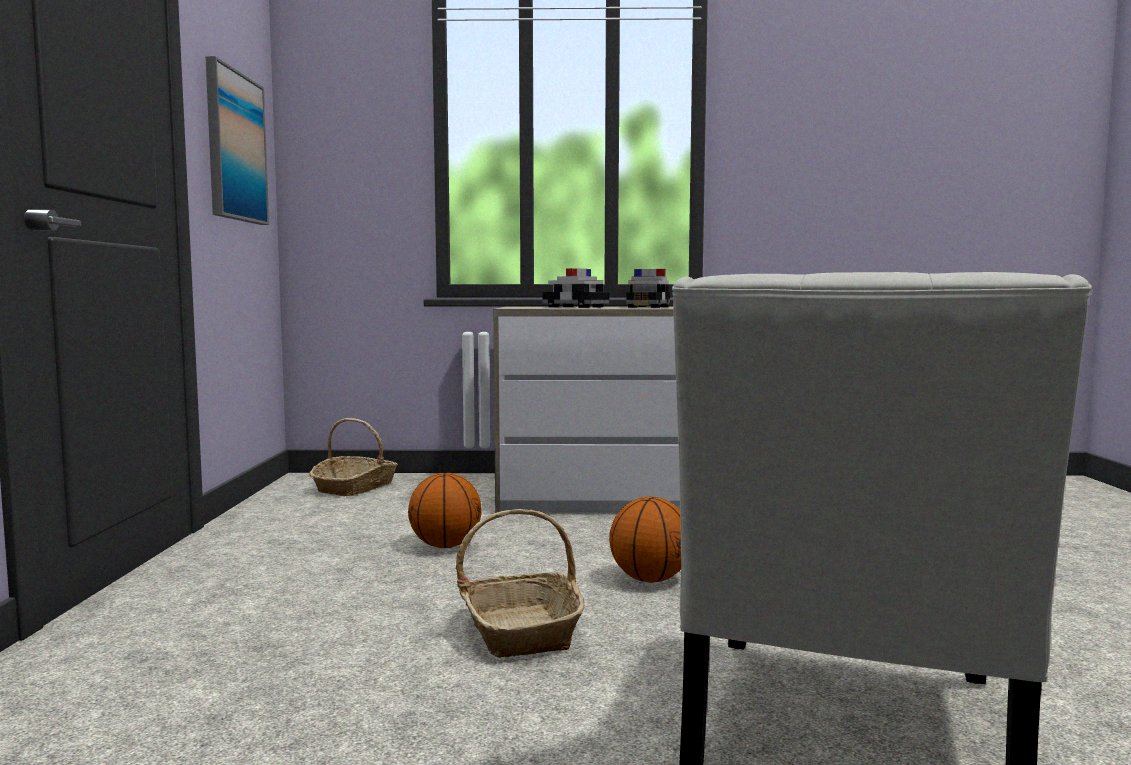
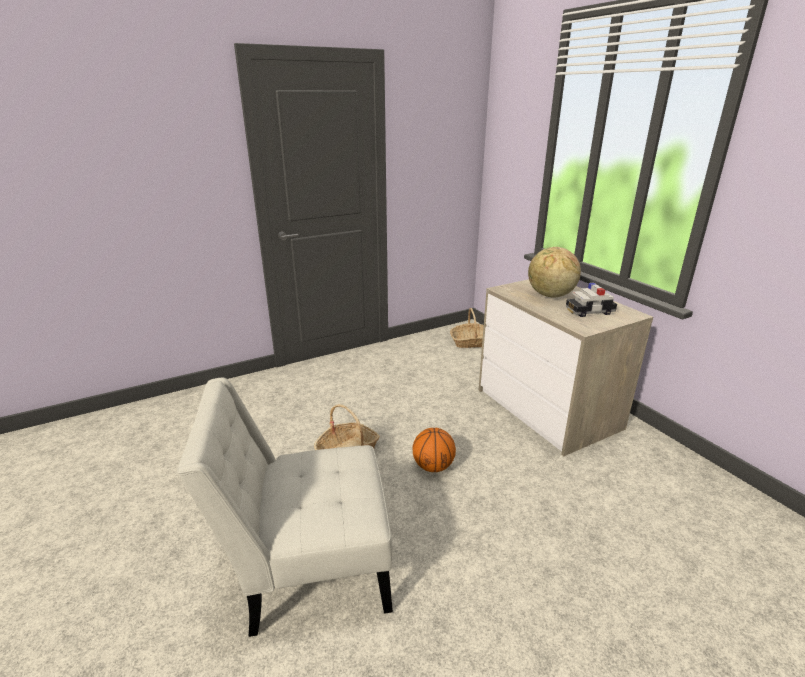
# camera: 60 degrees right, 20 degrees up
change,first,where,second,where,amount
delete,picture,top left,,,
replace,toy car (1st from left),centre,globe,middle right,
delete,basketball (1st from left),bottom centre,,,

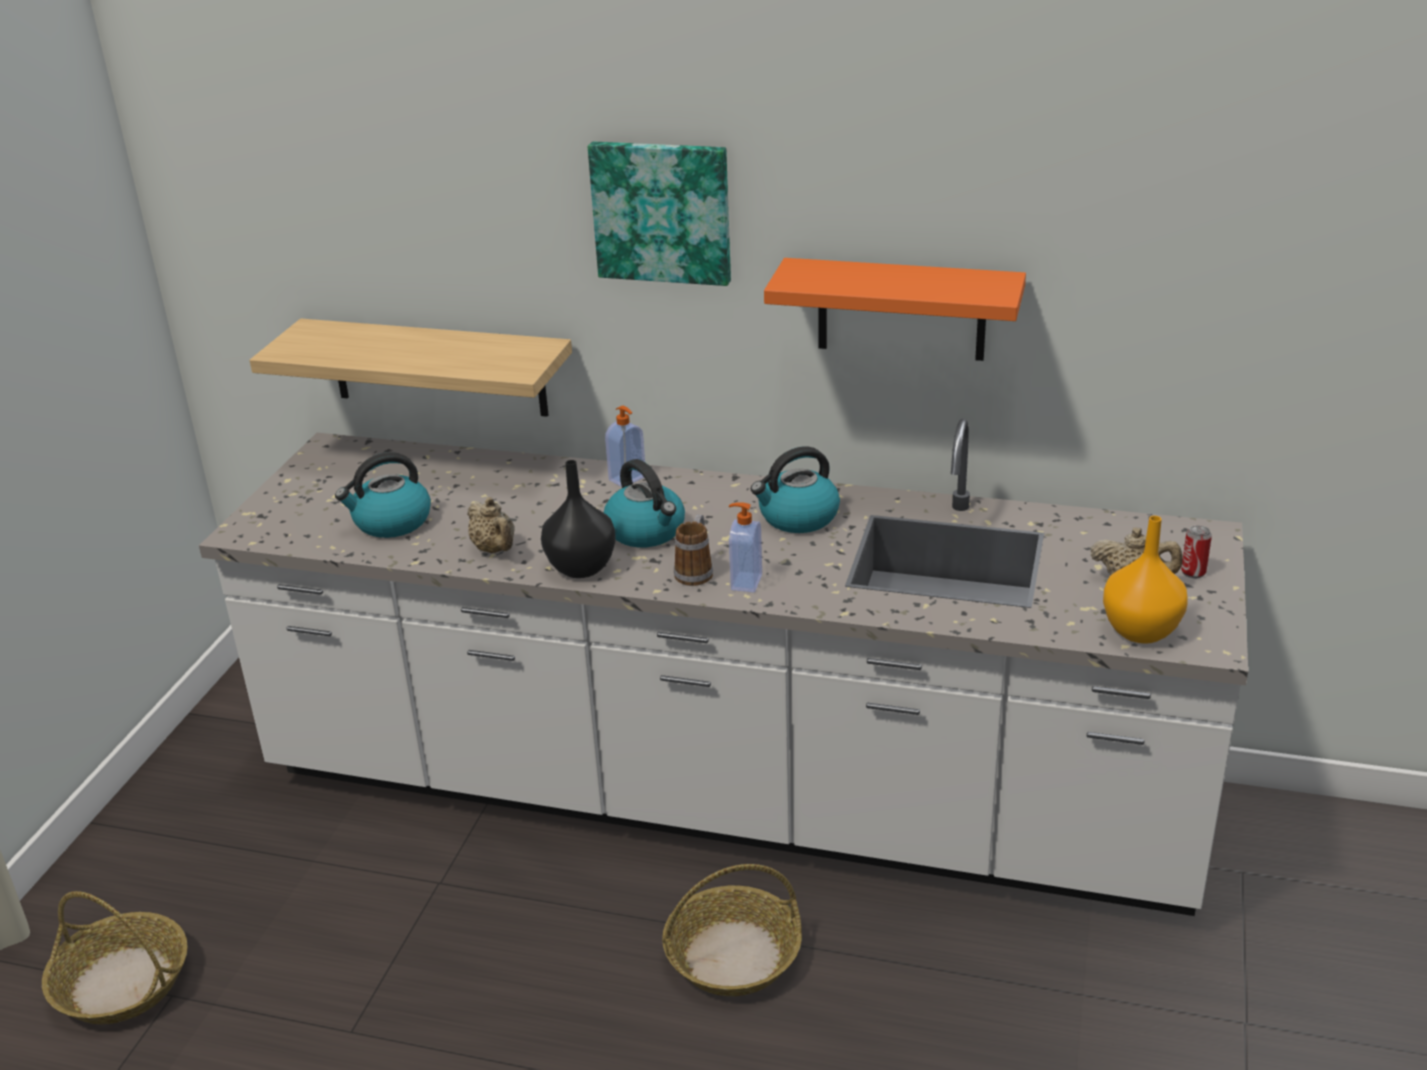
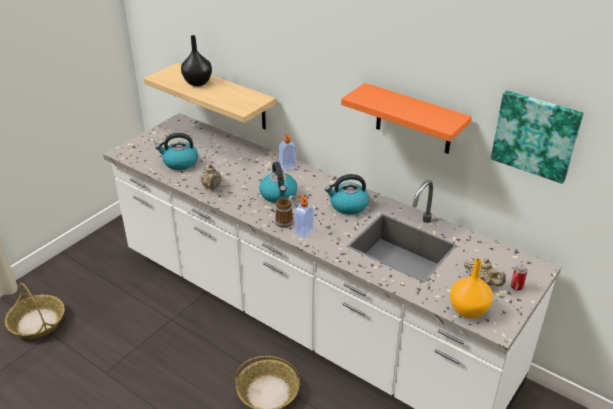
# camera: 20 degrees right, 5 degrees up
change,first,where,second,where,amount
move,picture,top centre,,middle right,
move,black vase,centre,,top left,

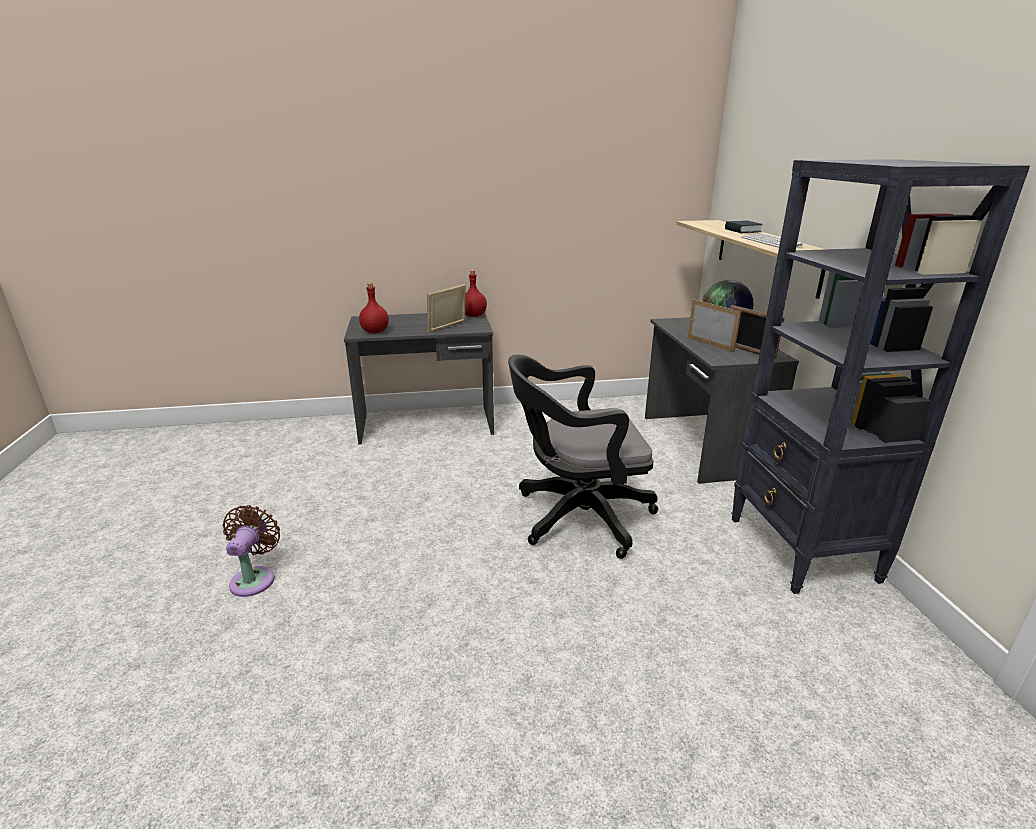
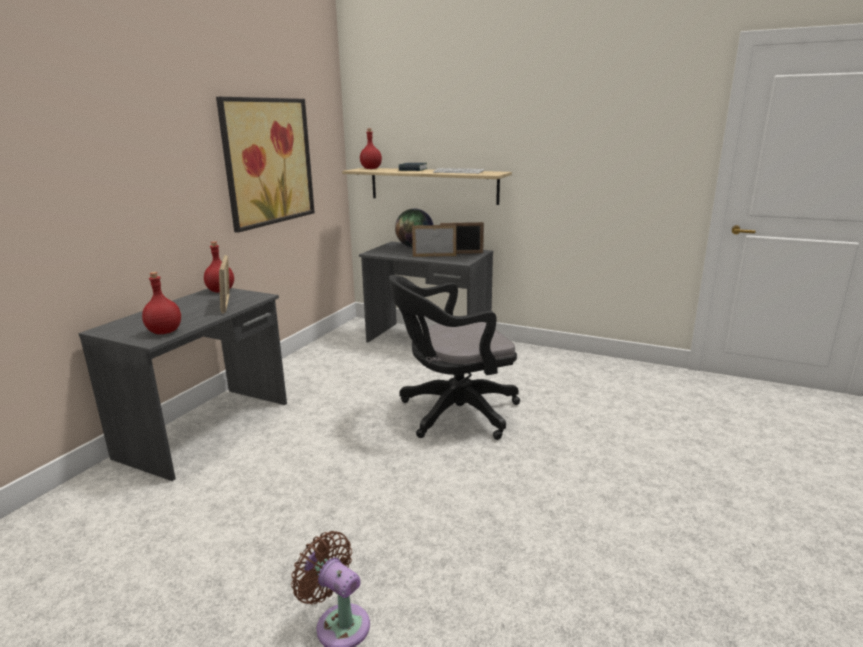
# camera: 55 degrees left, 5 degrees down
change,first,where,second,where,amount
delete,black bookcase,middle right,,,
rotate,black office chair,centre,,centre,45 degrees clockwise
insert,,,picture,top left,
insert,,,red bottle (3rd from left),top centre,

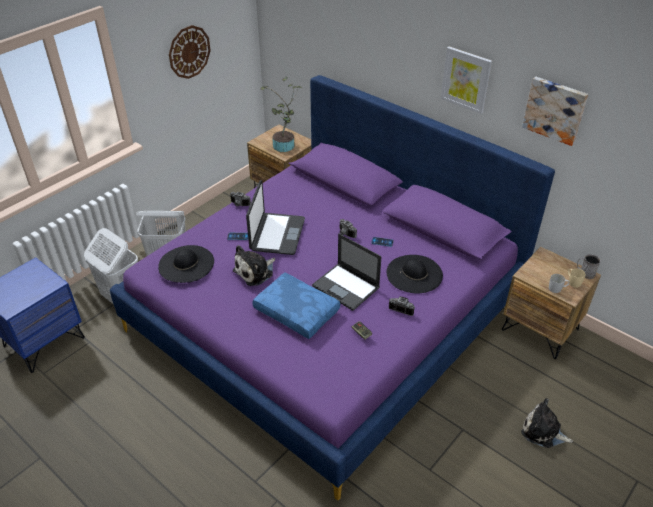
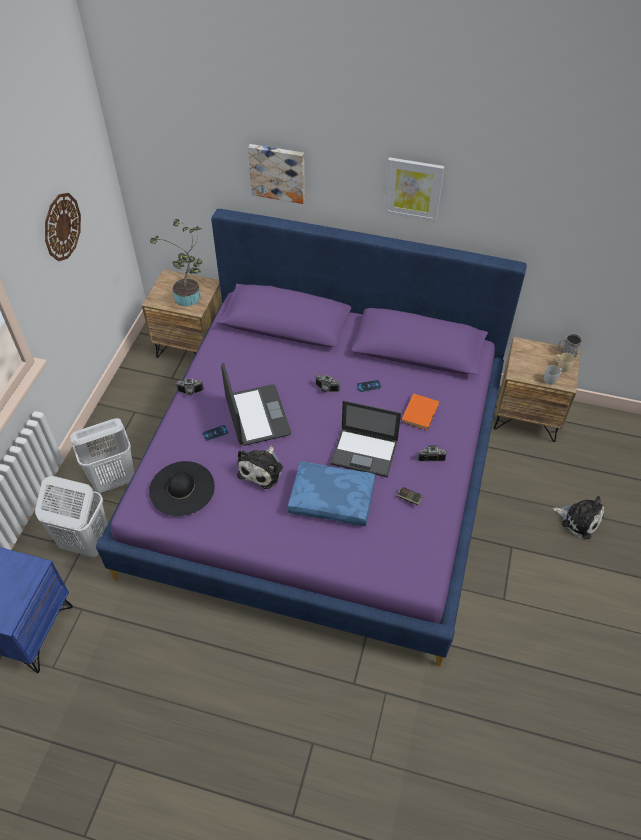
# camera: 25 degrees left, 10 degrees up
change,first,where,second,where,amount
move,picture (2nd from left in the first image),top right,picture (1st from left),top centre,
replace,black hat (2nd from left),centre,orange book,centre,
rotate,plush toy (2nd from left),bottom right,,middle right,150 degrees counterclockwise

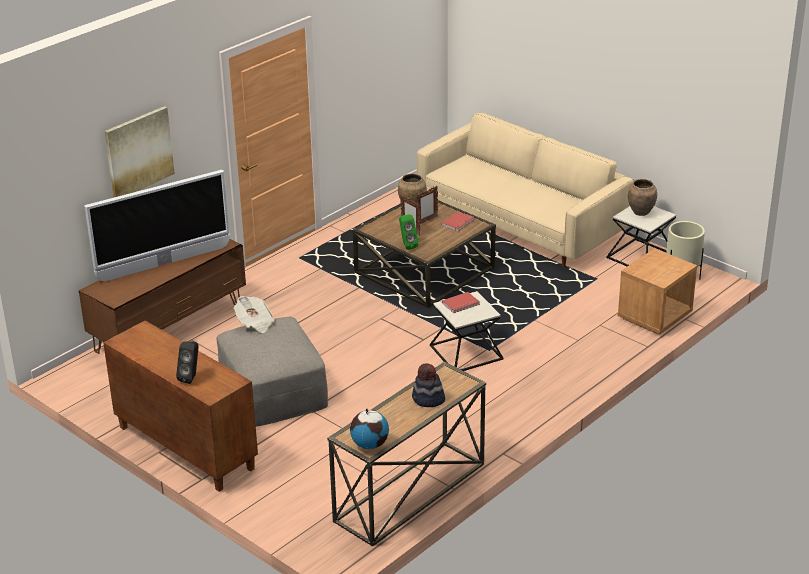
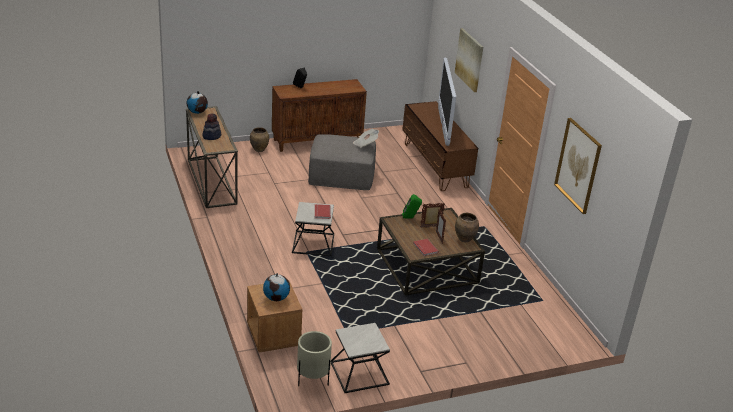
# camera: 115 degrees right, 0 degrees up
change,first,where,second,where,amount
delete,beige sofa,top centre,,,
move,brown vase (2nd from left in the first image),middle right,brown vase (1st from left),centre,
insert,,,picture (2nd from left),middle right,
insert,,,globe (2nd from left),bottom centre,

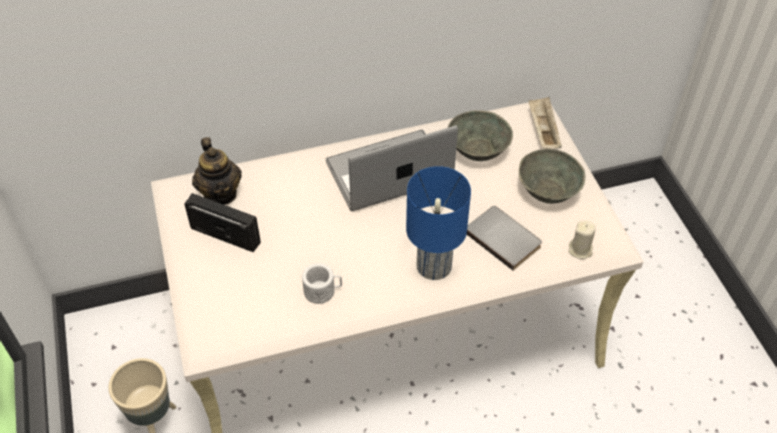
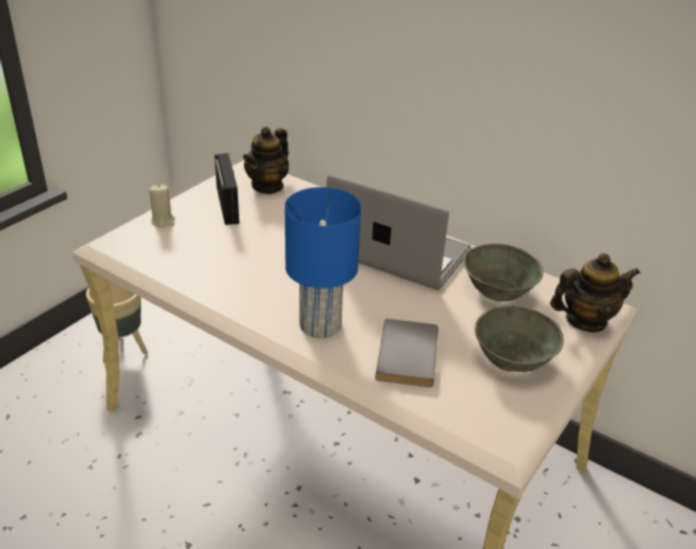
# camera: 50 degrees right, 15 degrees down
change,first,where,second,where,amount
replace,beige tray,top right,teapot (2nd from left),middle right,
move,beige candle,middle right,,middle left,
delete,white mug,centre,,,

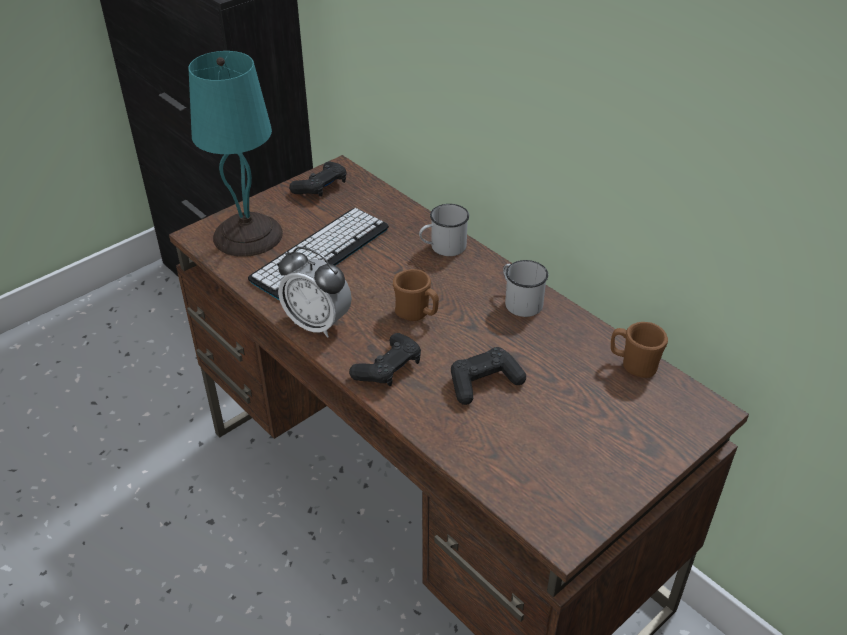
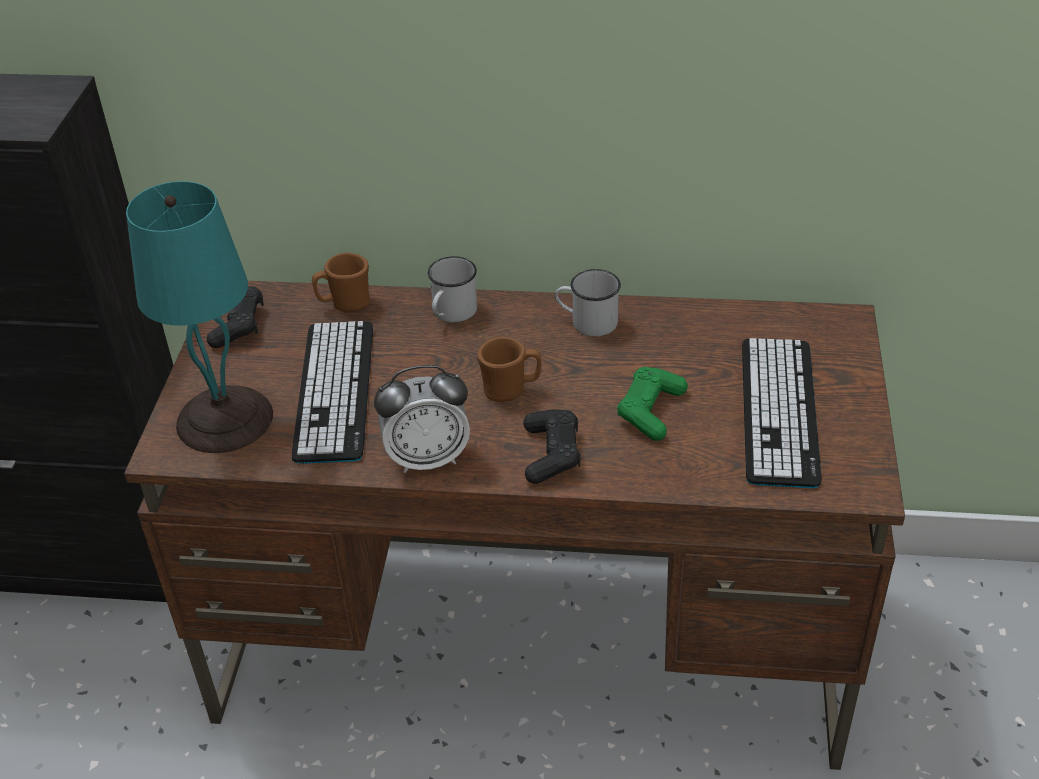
# camera: 40 degrees left, 0 degrees up
change,first,where,second,where,amount
move,brown mug (2nd from left in the first image),middle right,brown mug (1st from left),middle left,
recolor,black game controller (3rd from left),centre,green game controller,centre,
insert,,,keyboard (2nd from left),middle right,

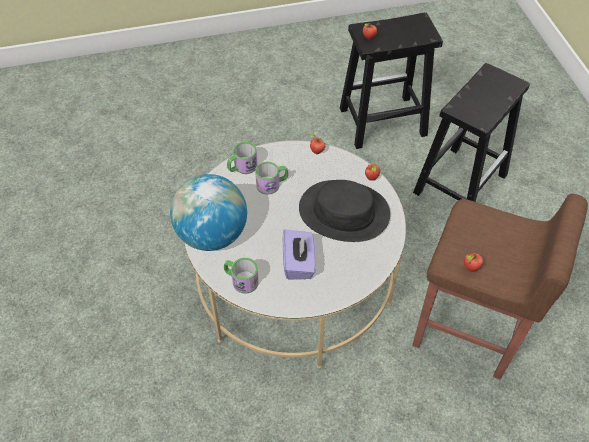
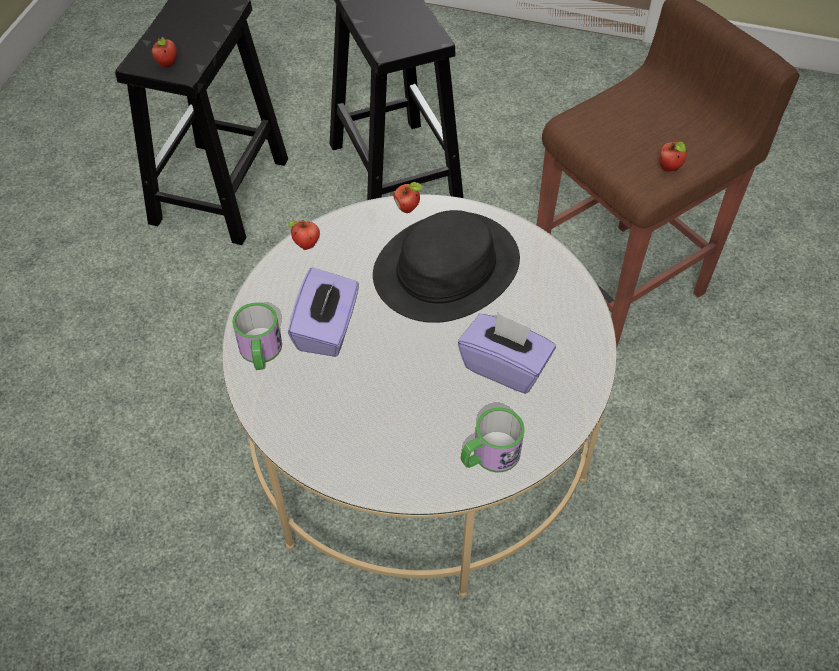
# camera: 60 degrees left, 0 degrees up
change,first,where,second,where,amount
replace,mug (3rd from left),centre,purple tissue box (1st from left),centre,
delete,globe,centre,,,

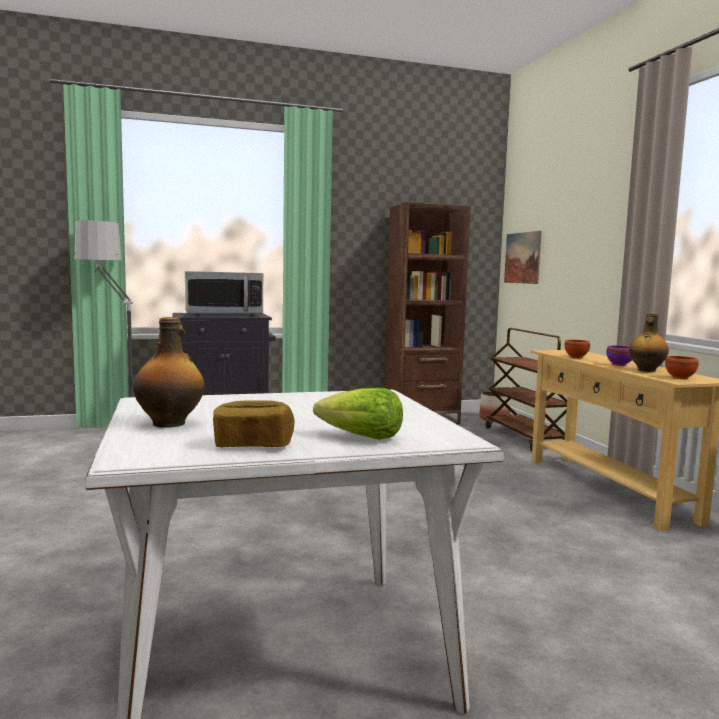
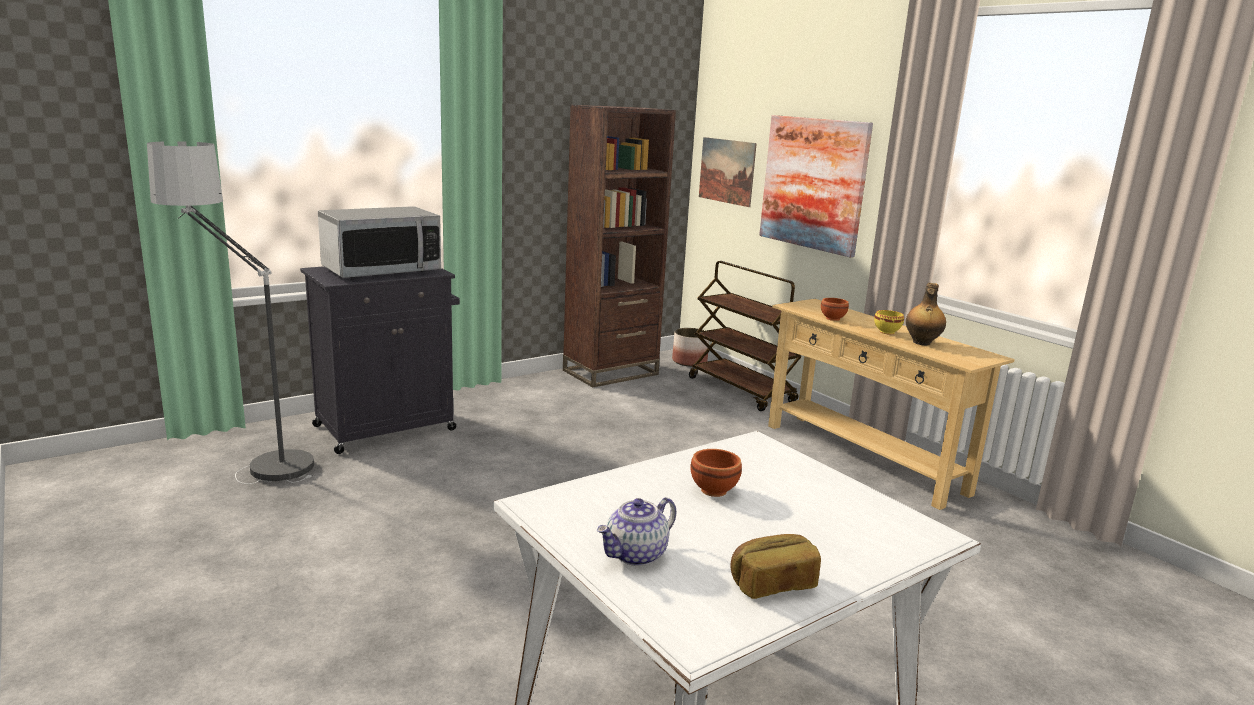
# camera: 20 degrees left, 10 degrees up
change,first,where,second,where,amount
replace,bottle (1st from left),middle left,teapot,bottom centre,
recolor,purple bowl,middle right,yellow bowl,middle right,
move,brown bowl (2nd from left in the first image),middle right,brown bowl (1st from left),bottom centre,
delete,lettuce,centre,,,
insert,,,picture (2nd from left),top centre,

